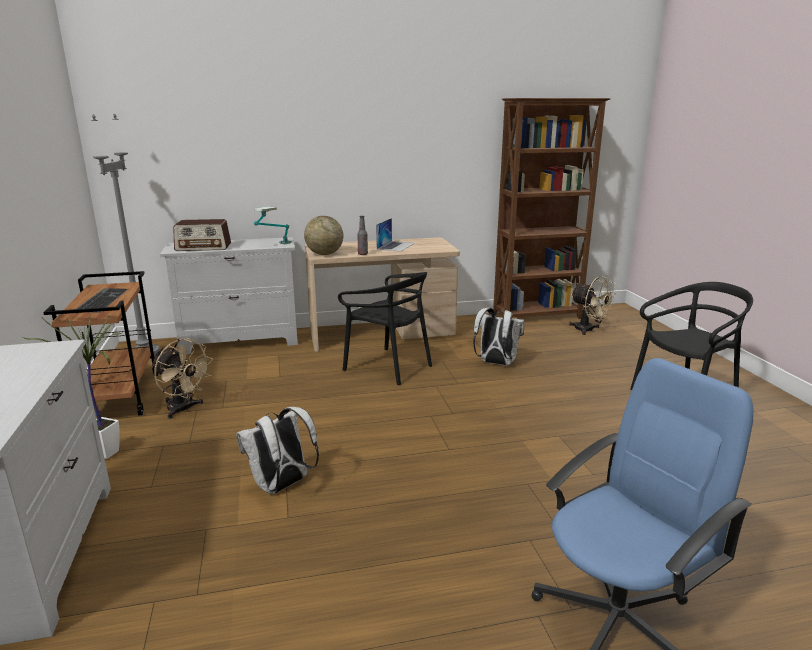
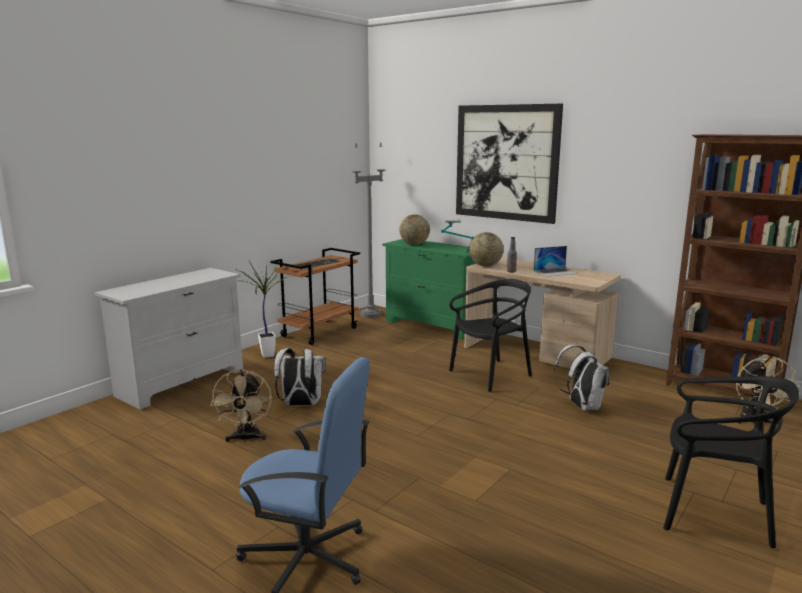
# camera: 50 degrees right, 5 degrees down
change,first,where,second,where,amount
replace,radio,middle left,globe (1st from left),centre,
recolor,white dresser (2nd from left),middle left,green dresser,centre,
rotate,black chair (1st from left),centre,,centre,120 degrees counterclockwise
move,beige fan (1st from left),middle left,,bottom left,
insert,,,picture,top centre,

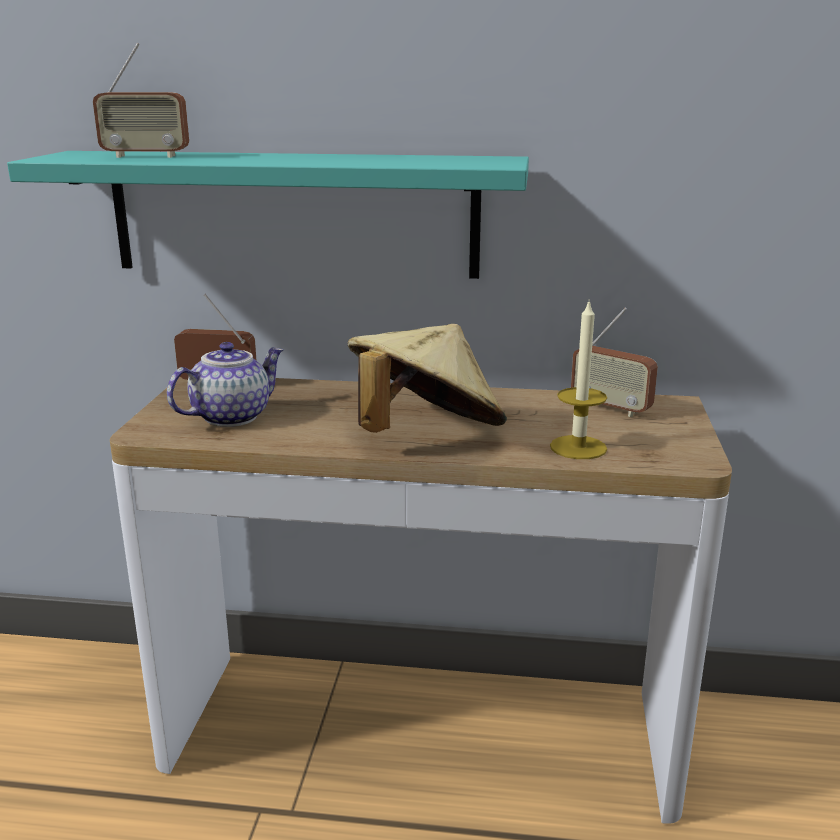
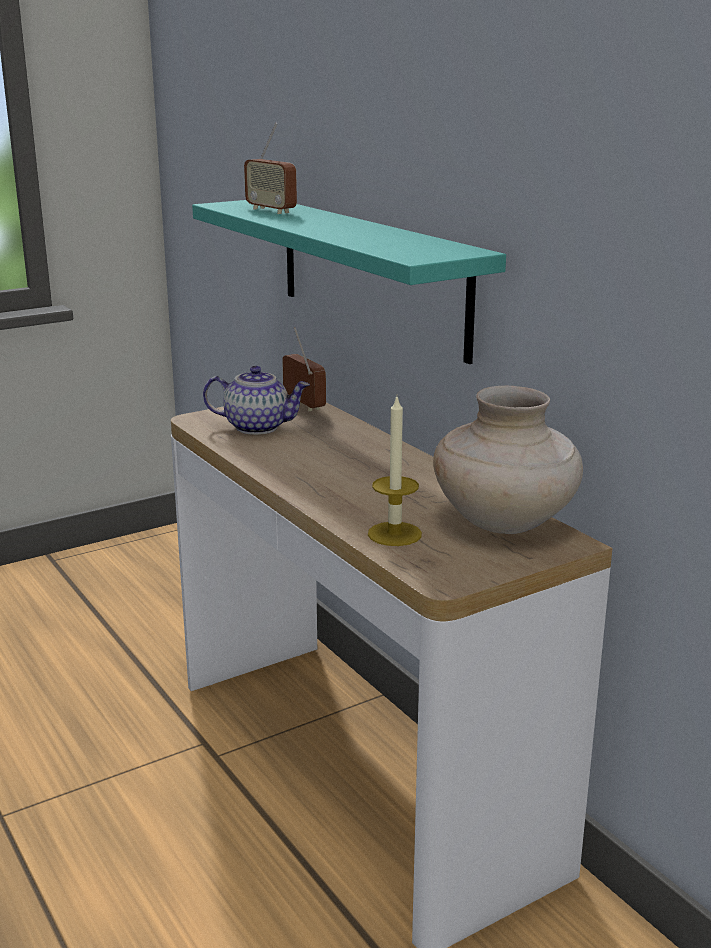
# camera: 50 degrees right, 0 degrees up
change,first,where,second,where,amount
replace,radio (3rd from left),middle right,beige vase,middle right,
delete,beige hat,centre,,,

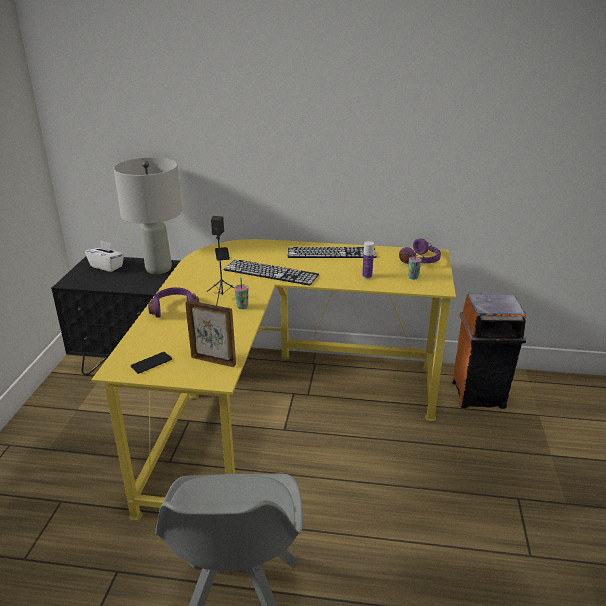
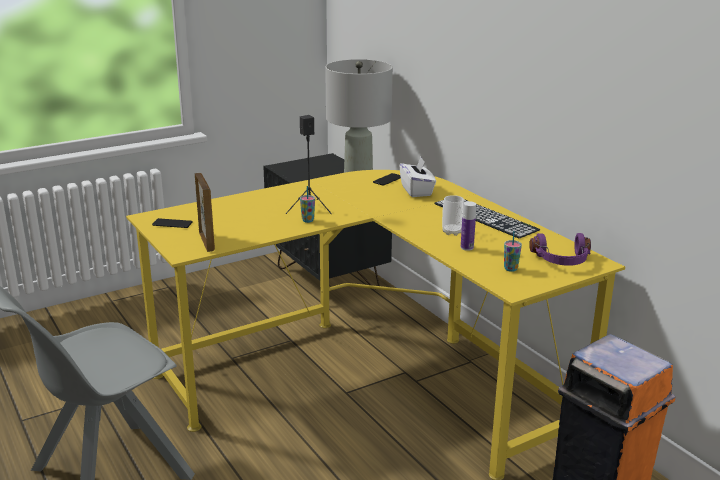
# camera: 50 degrees right, 5 degrees down
change,first,where,second,where,amount
move,white tissue box,middle left,,centre,
delete,keyboard (1st from left),centre,,,
delete,purple headphones (1st from left),middle left,,,
insert,,,cup (2nd from left),centre,

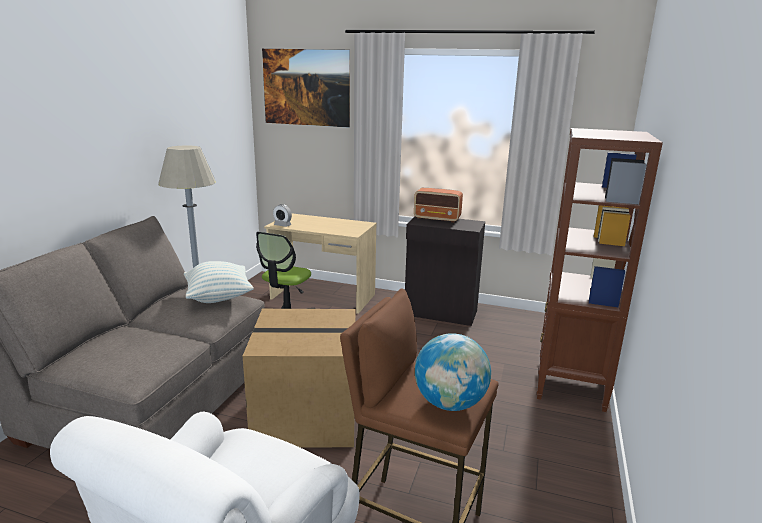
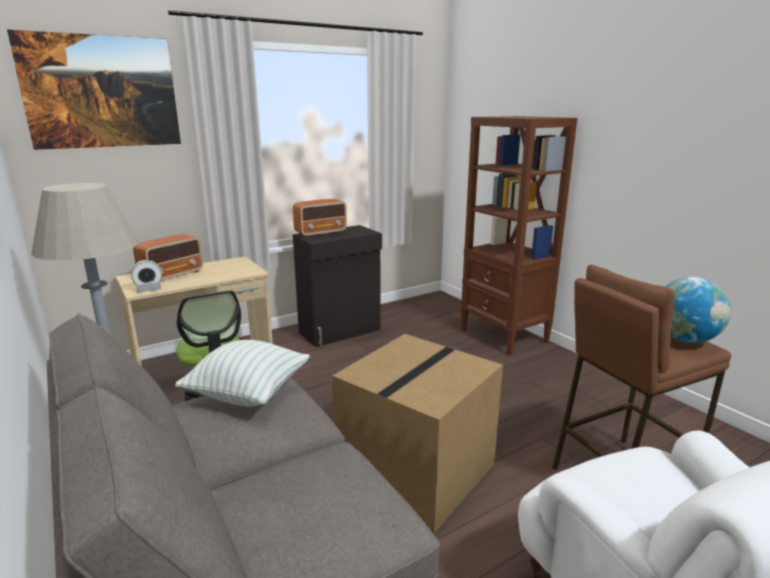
# camera: 50 degrees left, 0 degrees up
change,first,where,second,where,amount
insert,,,radio (1st from left),middle left,

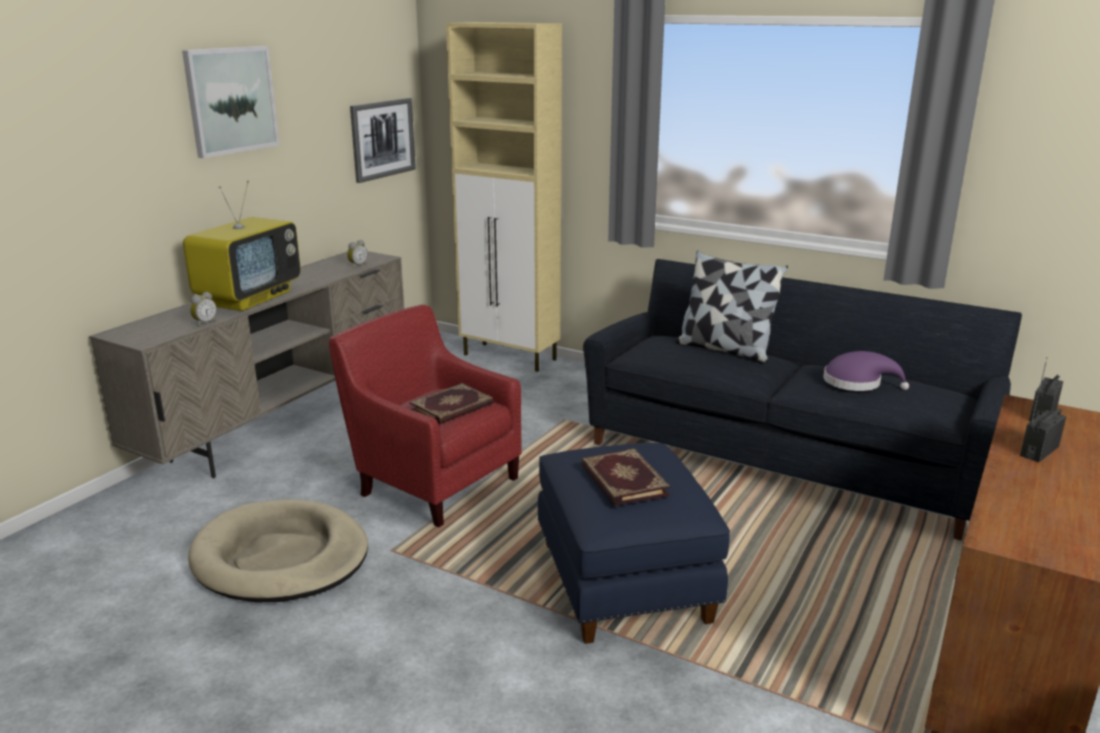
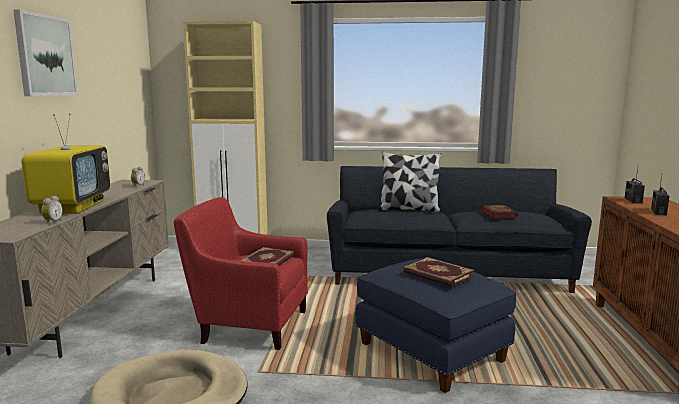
# camera: 25 degrees left, 10 degrees down
change,first,where,second,where,amount
delete,picture (2nd from left),top centre,,,
replace,purple hat,middle right,book (3rd from left),middle right,

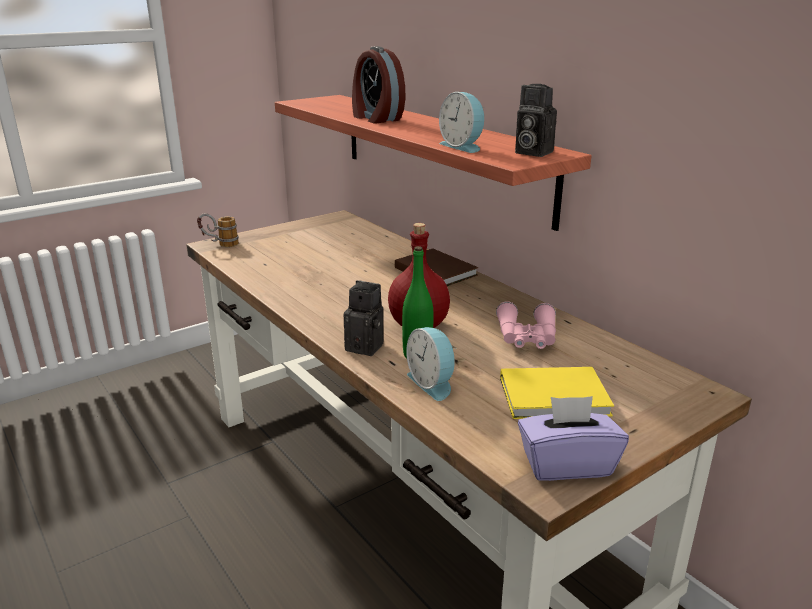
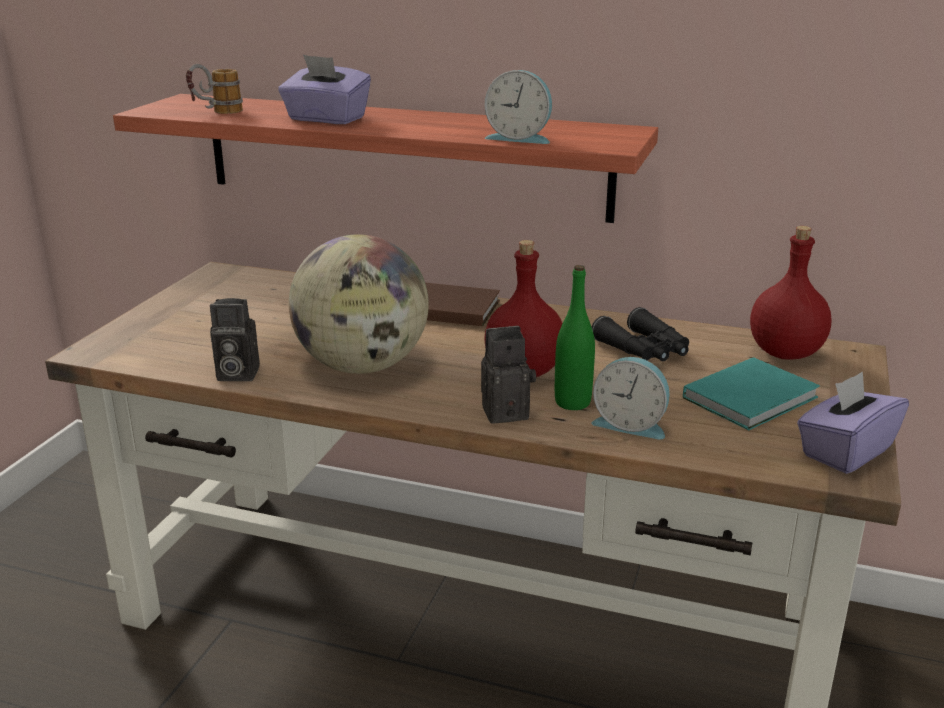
# camera: 35 degrees left, 0 degrees up
change,first,where,second,where,amount
replace,alarm clock (1st from left),top centre,purple tissue box (1st from left),top centre,
move,photo camera (2nd from left in the first image),top centre,photo camera (1st from left),middle left,
move,mug,middle left,,top left,
recolor,pink binoculars,centre,black binoculars,middle right,
recolor,yellow book,middle right,turquoise book,middle right,
insert,,,red bottle (2nd from left),middle right,
insert,,,globe,centre,

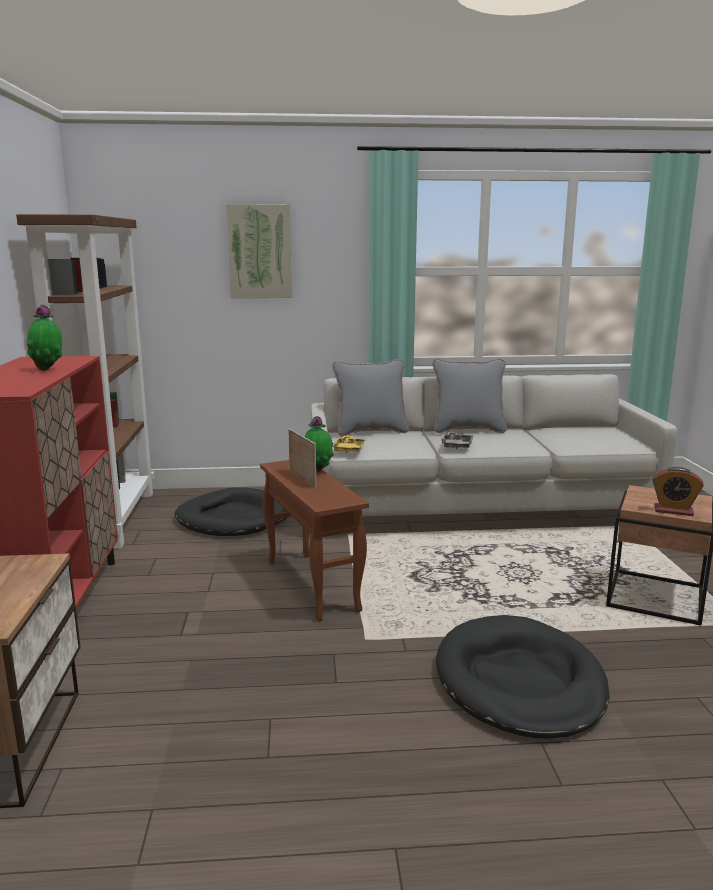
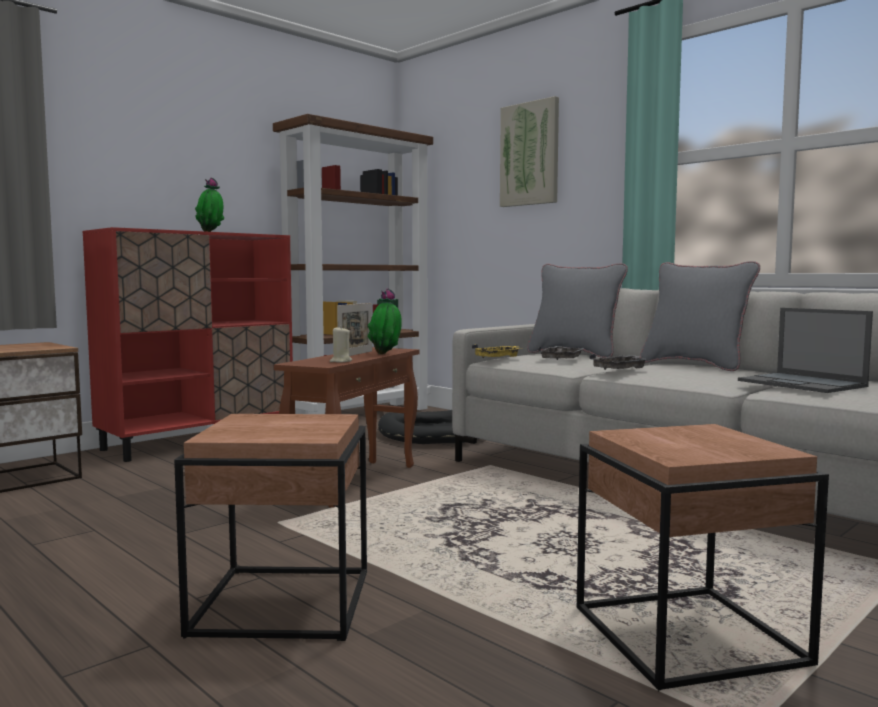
# camera: 50 degrees right, 10 degrees down
change,first,where,second,where,amount
delete,alarm clock,middle right,,,
replace,black dog bed (2nd from left),bottom right,brown side table (1st from left),bottom left,
insert,,,laptop,middle right,
insert,,,beige candle,centre,
insert,,,grey tray (1st from left),centre,

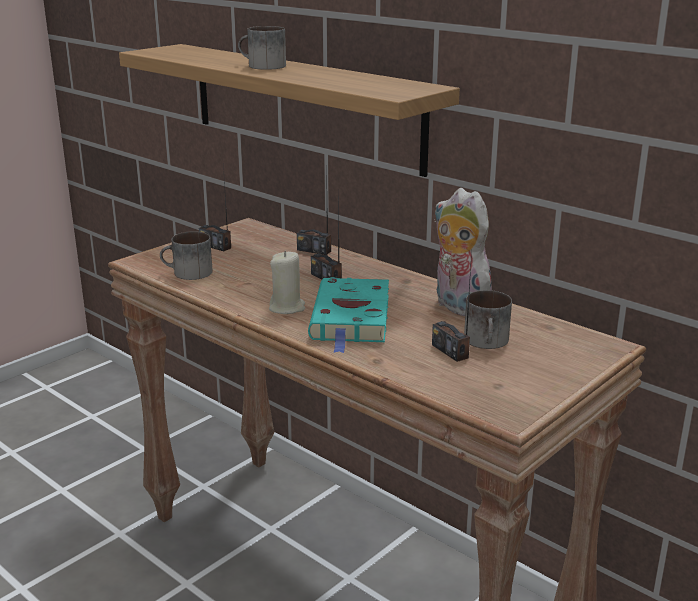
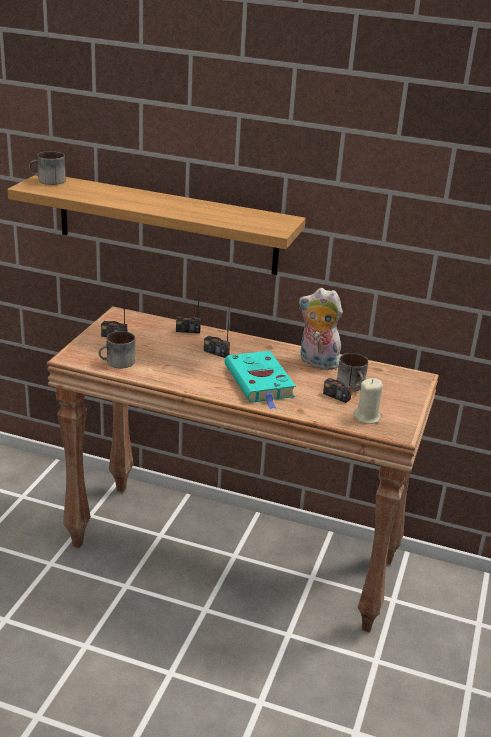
# camera: 25 degrees left, 5 degrees up
change,first,where,second,where,amount
move,mug (2nd from left in the first image),top centre,mug (1st from left),top left,
move,beige candle,centre,,middle right,

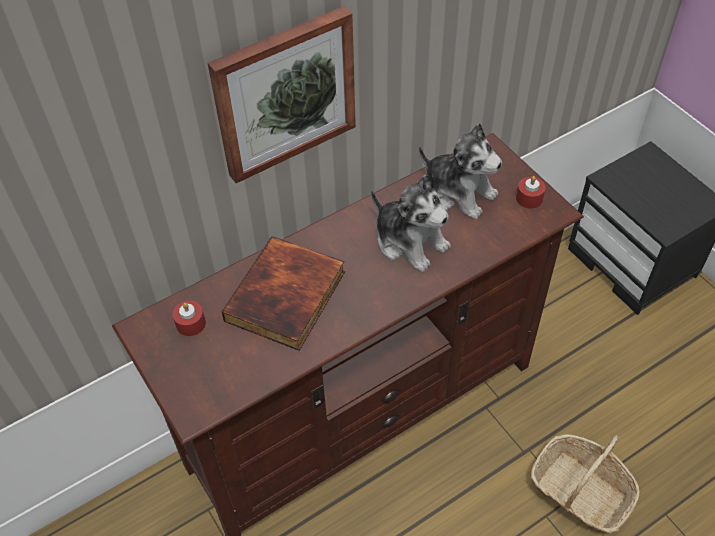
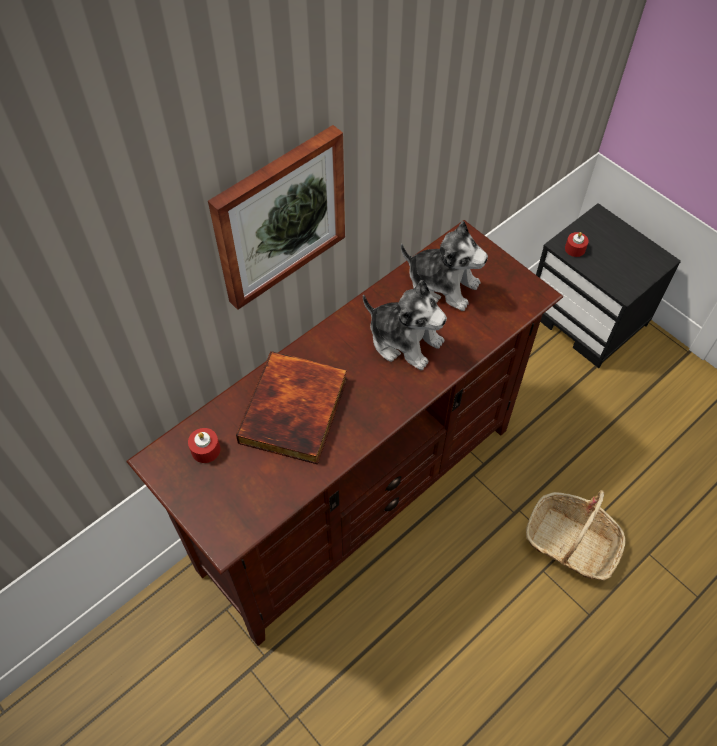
# camera: 10 degrees left, 5 degrees up
change,first,where,second,where,amount
move,red candle (2nd from left),middle right,,top right,

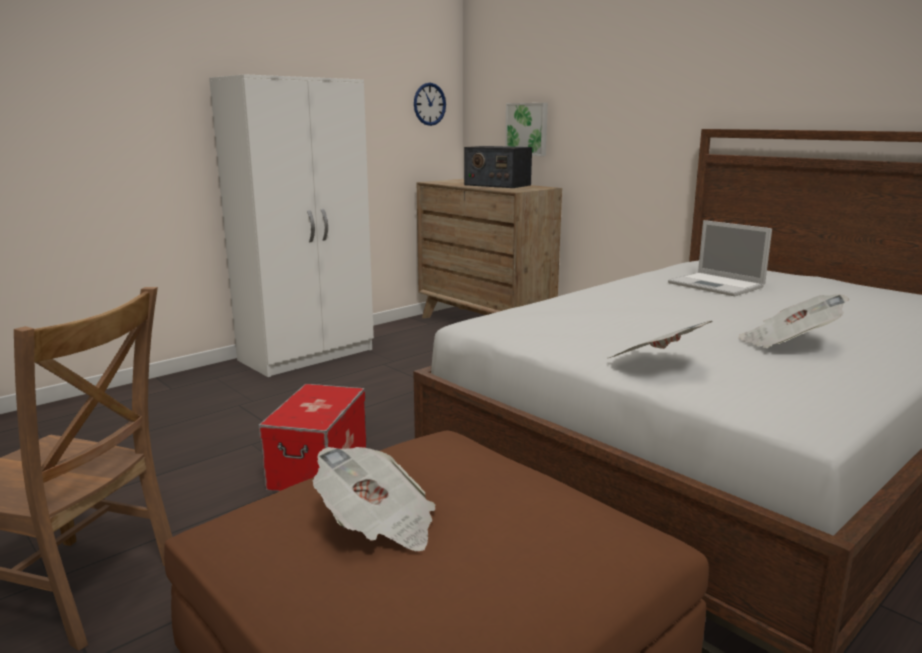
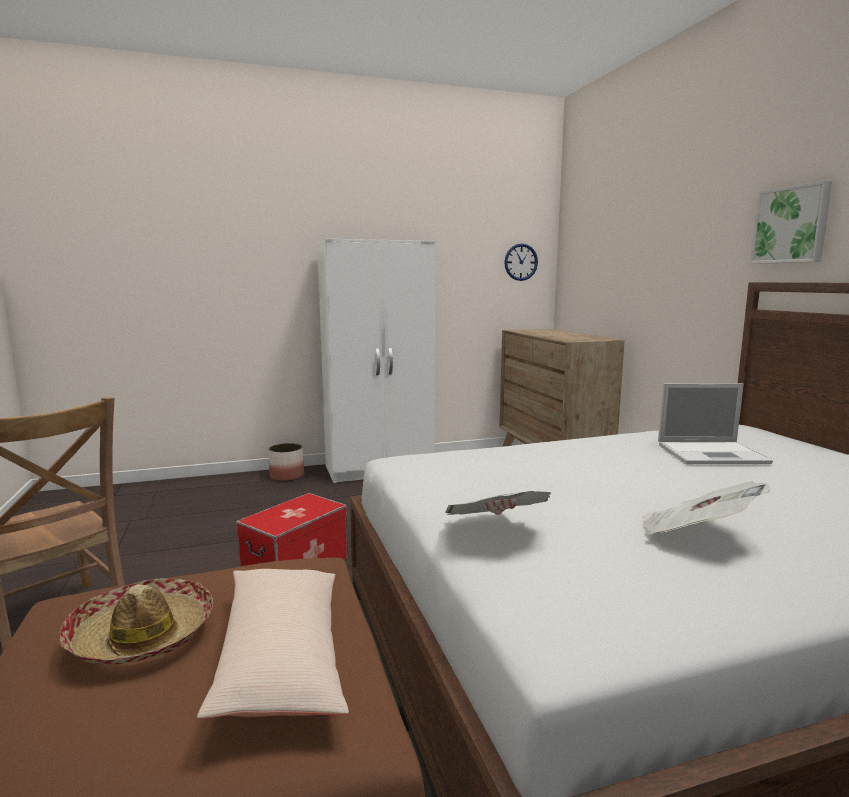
# camera: 25 degrees right, 5 degrees down
change,first,where,second,where,amount
move,picture,top centre,,top right,
delete,radio,top centre,,,
rotate,laptop,middle right,,middle right,75 degrees counterclockwise
replace,newspaper (1st from left),bottom centre,hat,bottom left,
insert,,,planter,centre,
insert,,,beige pillow,bottom left,

